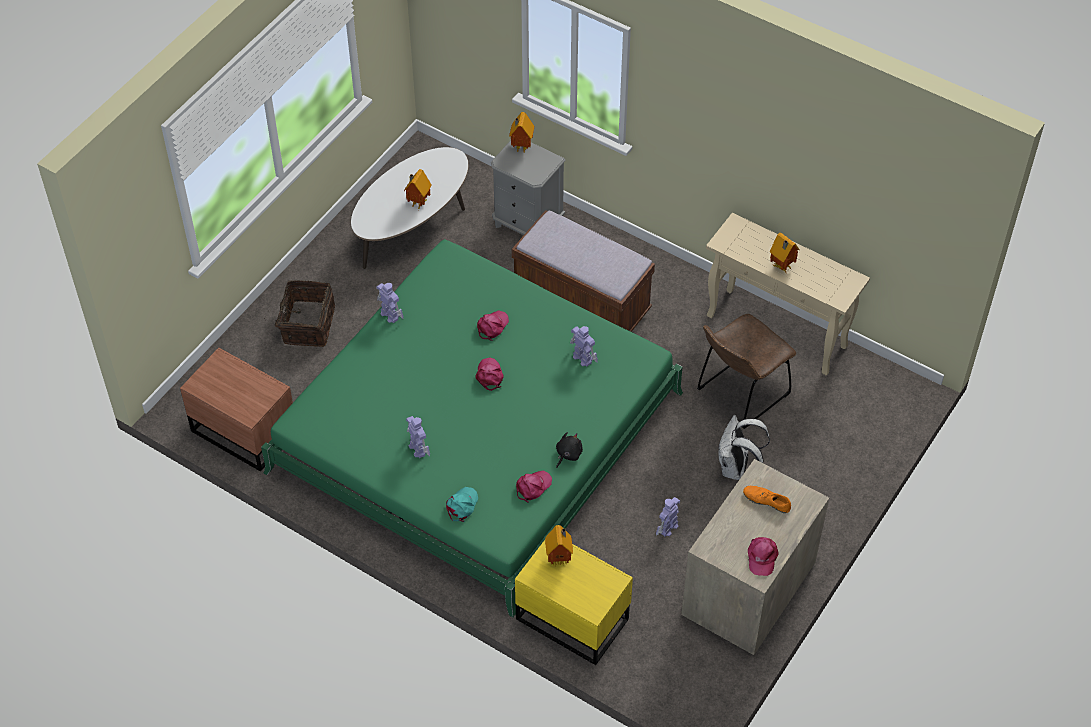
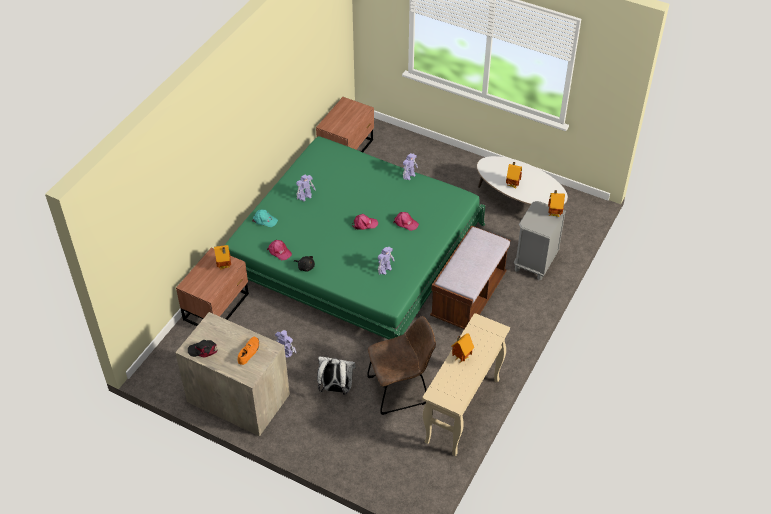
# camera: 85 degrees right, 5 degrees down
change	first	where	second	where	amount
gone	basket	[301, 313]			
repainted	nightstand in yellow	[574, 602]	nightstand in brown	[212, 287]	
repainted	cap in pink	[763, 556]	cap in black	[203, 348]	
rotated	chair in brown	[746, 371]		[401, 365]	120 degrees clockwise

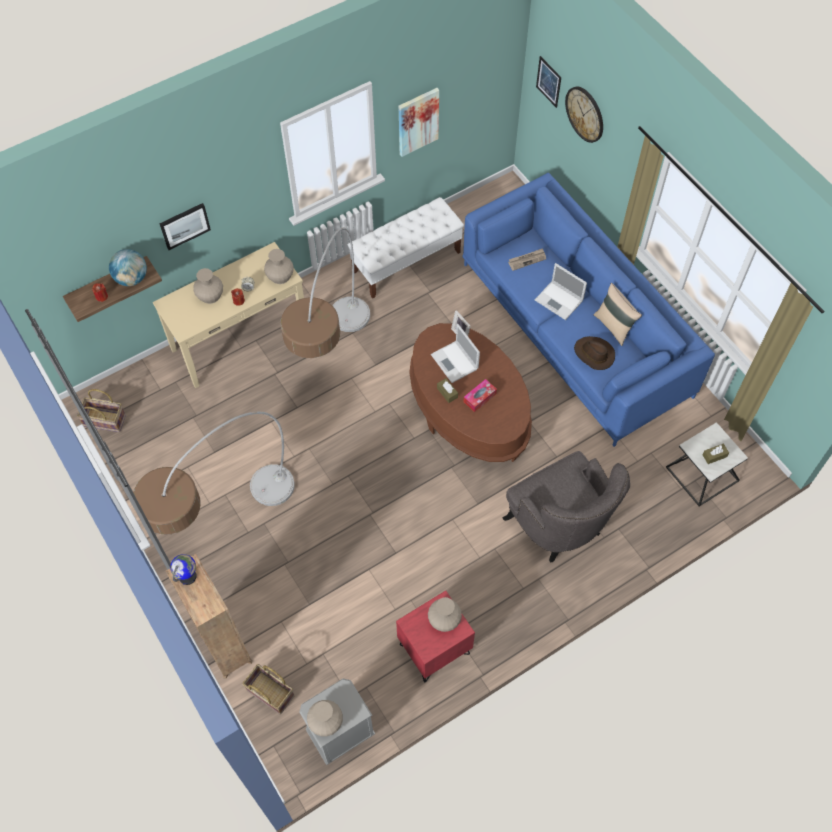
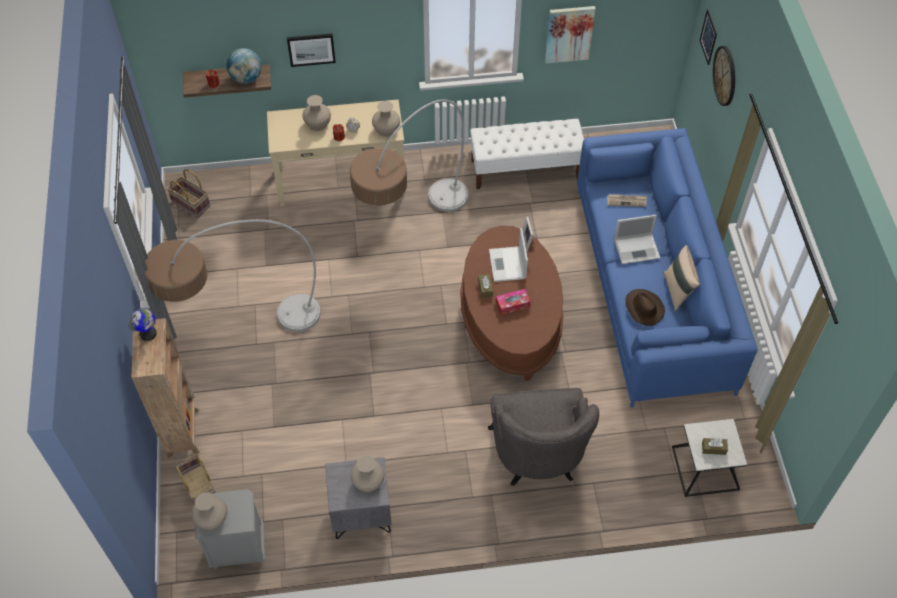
# camera: 25 degrees right, 5 degrees down
change	first	where	second	where	amount
repainted	nightstand in red	[435, 636]	nightstand in grey	[358, 498]	
rotated	laptop	[561, 291]		[637, 239]	75 degrees counterclockwise

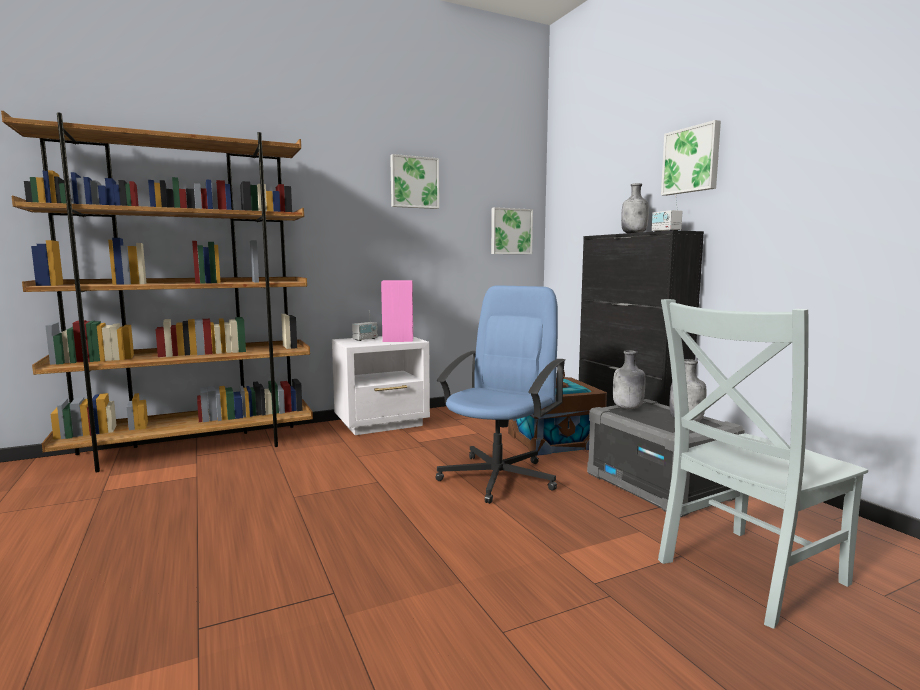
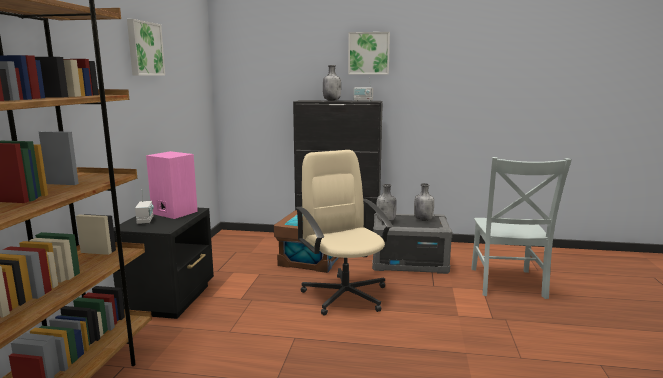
# camera: 55 degrees left, 5 degrees up
change	first	where	second	where	amount
gone	picture	[512, 230]			
repainted	nightstand in white	[381, 385]	nightstand in black	[163, 263]	
repainted	office chair in blue	[500, 394]	office chair in beige	[344, 233]	

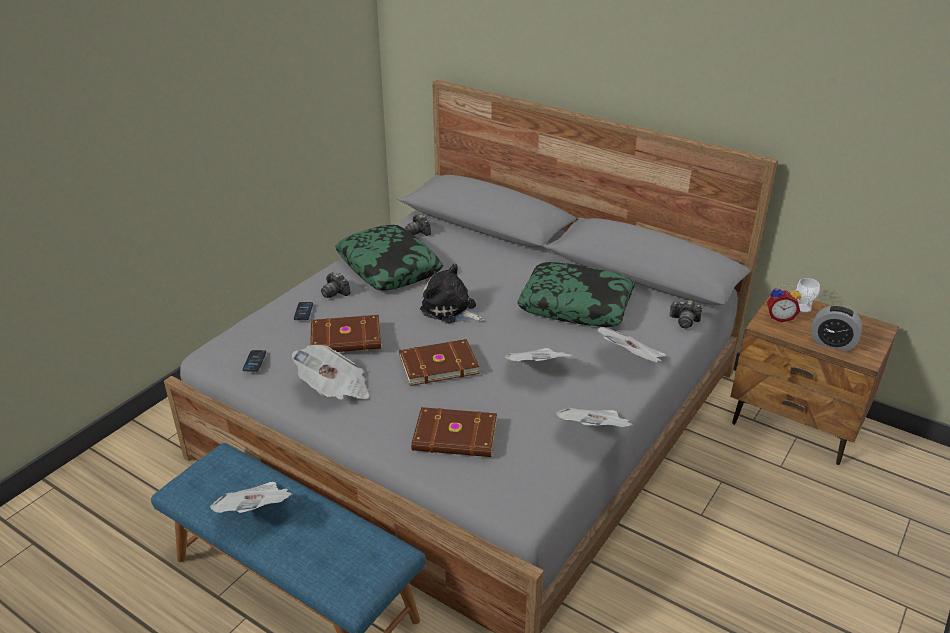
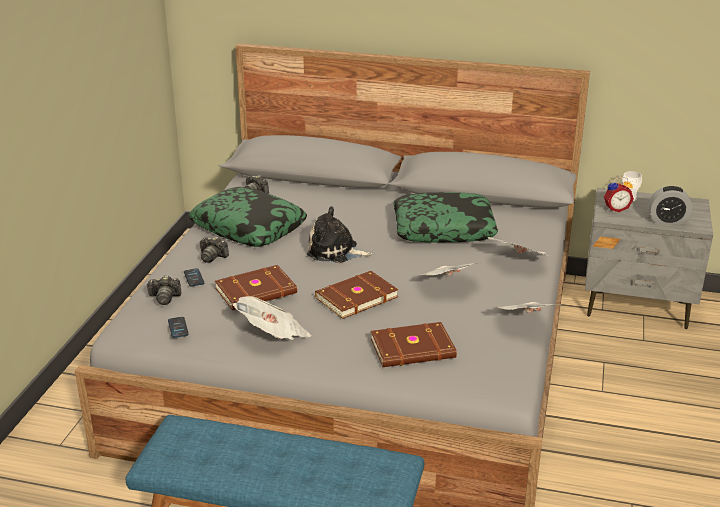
# camera: 20 degrees left, 5 degrees down
change	first	where	second	where	amount
gone	newspaper	[251, 497]			
shifted	photo camera	[686, 314]		[163, 290]	
repainted	nightstand in brown	[814, 376]	nightstand in grey	[649, 258]	

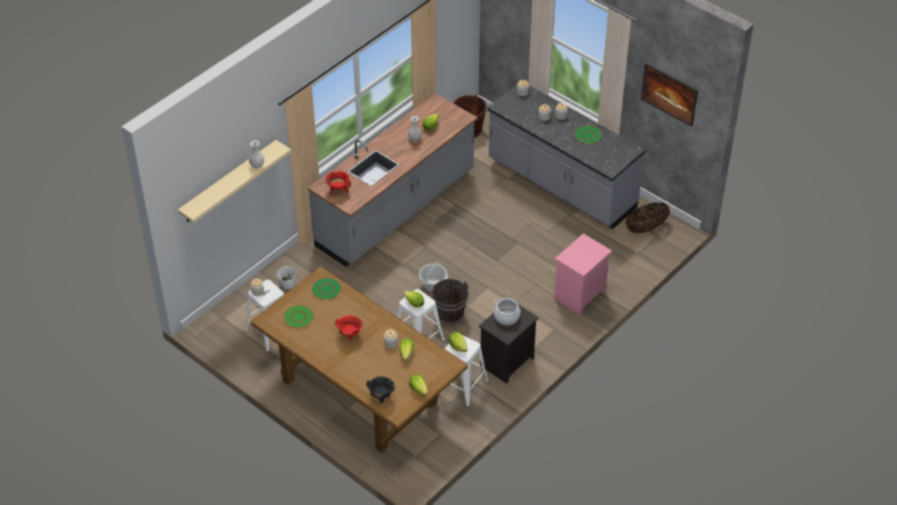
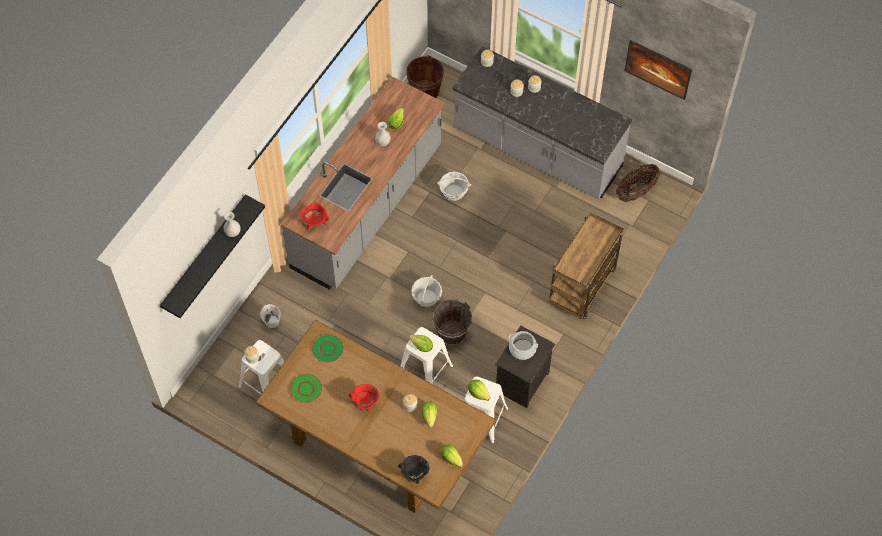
# camera: 10 degrees left, 15 degrees up
change	first	where	second	where	amount
gone	plate in green	[588, 134]			
new			basket	[454, 186]	
swapped	nightstand in pink	[583, 274]	cart in brown	[586, 265]	
repainted	shelf in beige	[234, 181]	shelf in black	[212, 256]	

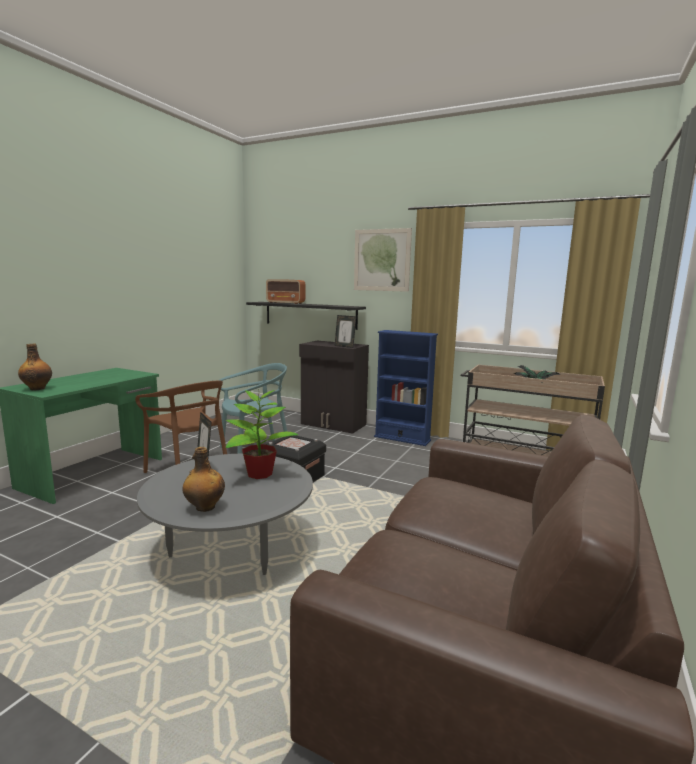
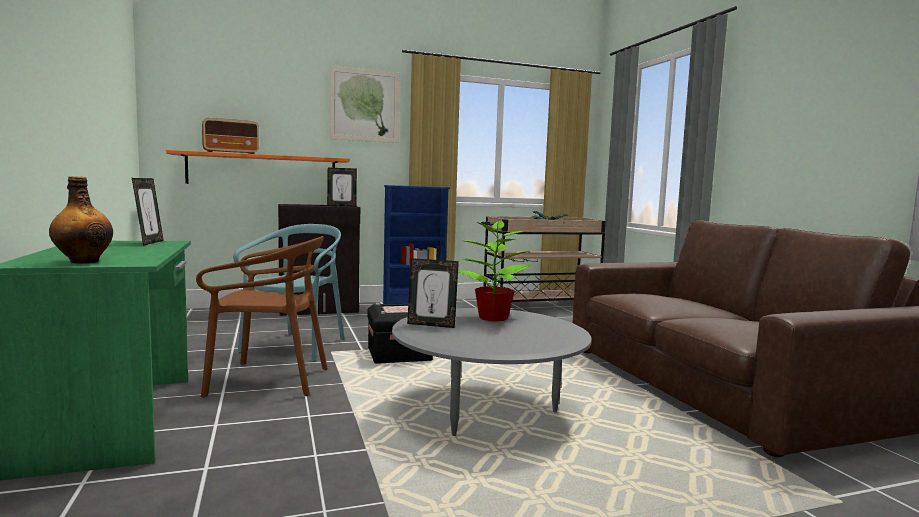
# camera: 45 degrees left, 5 degrees down
change	first	where	second	where	amount
gone	bottle	[203, 479]			
new			picture frame	[148, 212]	
repainted	shelf in black	[306, 316]	shelf in orange	[258, 167]	

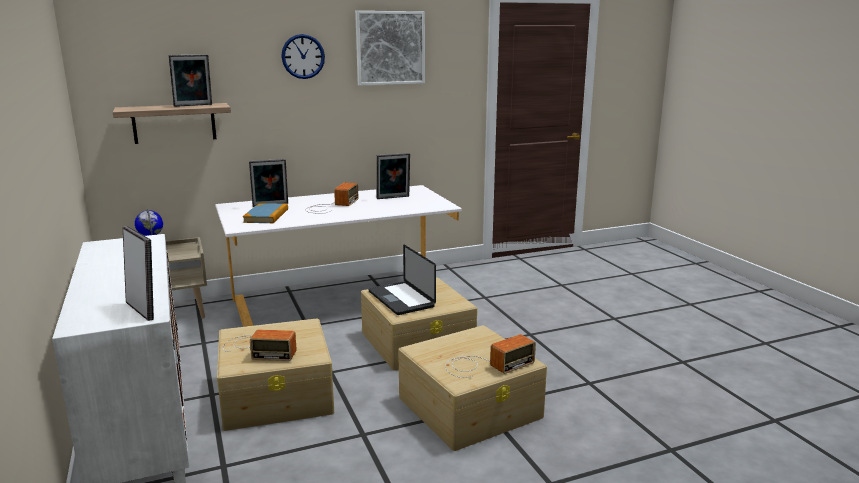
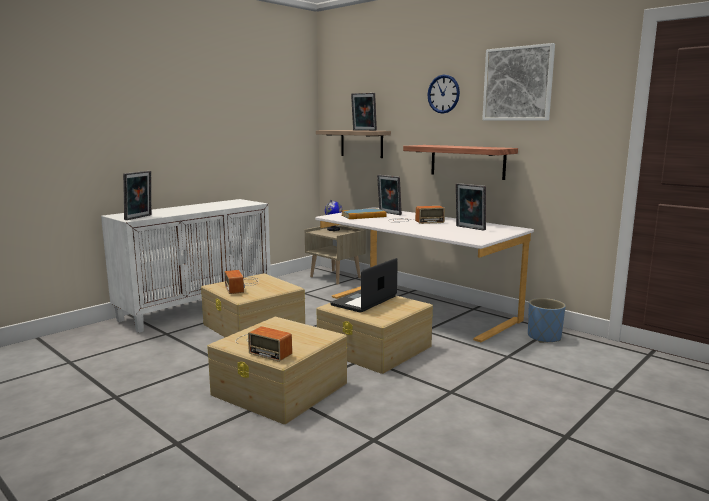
# camera: 65 degrees right, 5 degrees down
change	first	where	second	where	amount
new			shelf	[460, 162]	
new			planter in blue	[547, 320]	

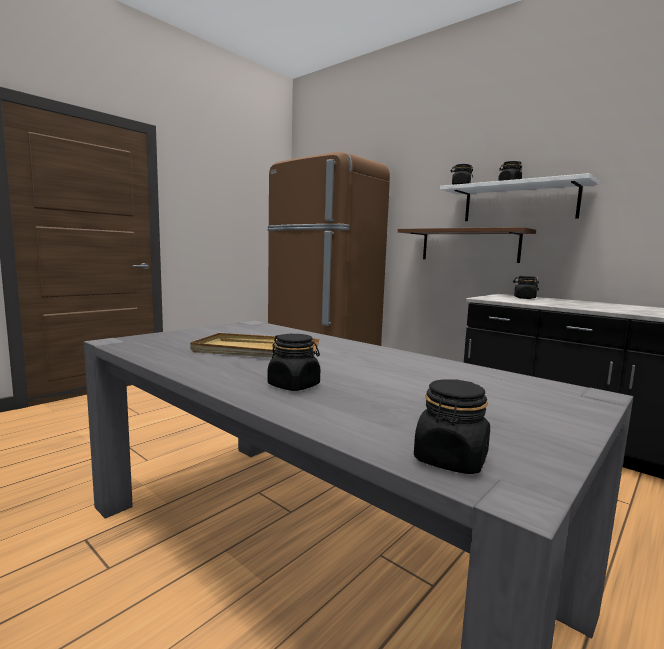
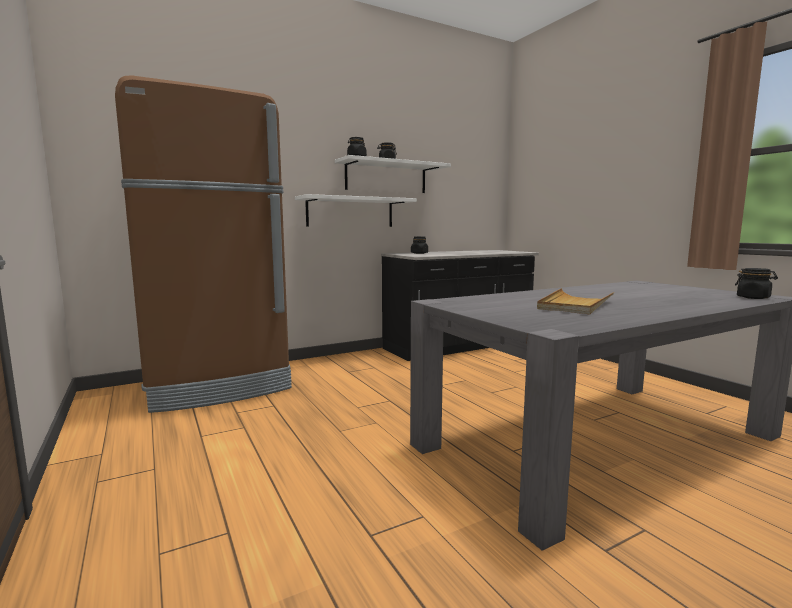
# camera: 70 degrees left, 0 degrees up
change	first	where	second	where	amount
gone	jar in black	[294, 362]			
repainted	shelf in brown	[467, 245]	shelf in white	[356, 210]	

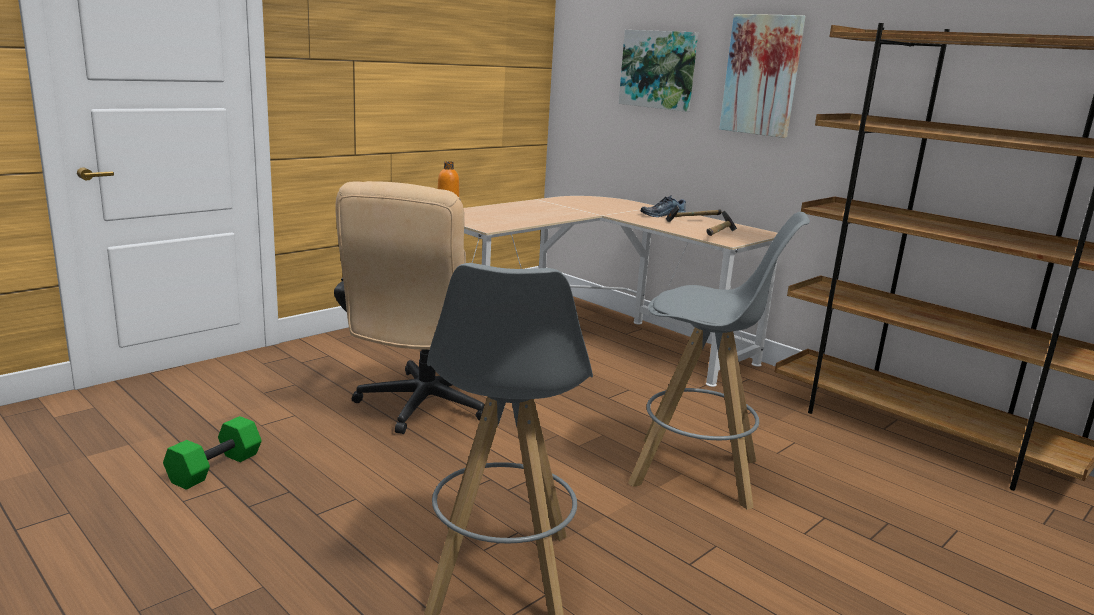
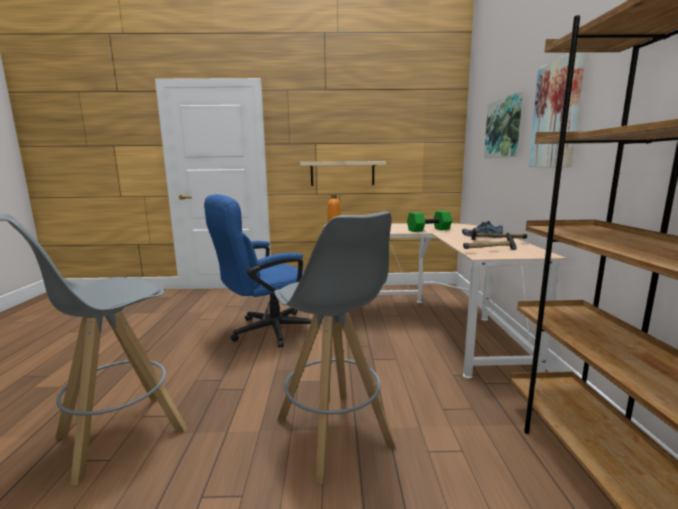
# camera: 45 degrees right, 5 degrees down
change	first	where	second	where	amount
new			shelf in beige	[343, 173]	
shifted	dumbbell in green	[212, 453]		[429, 221]	
repainted	office chair in beige	[409, 307]	office chair in blue	[258, 271]	

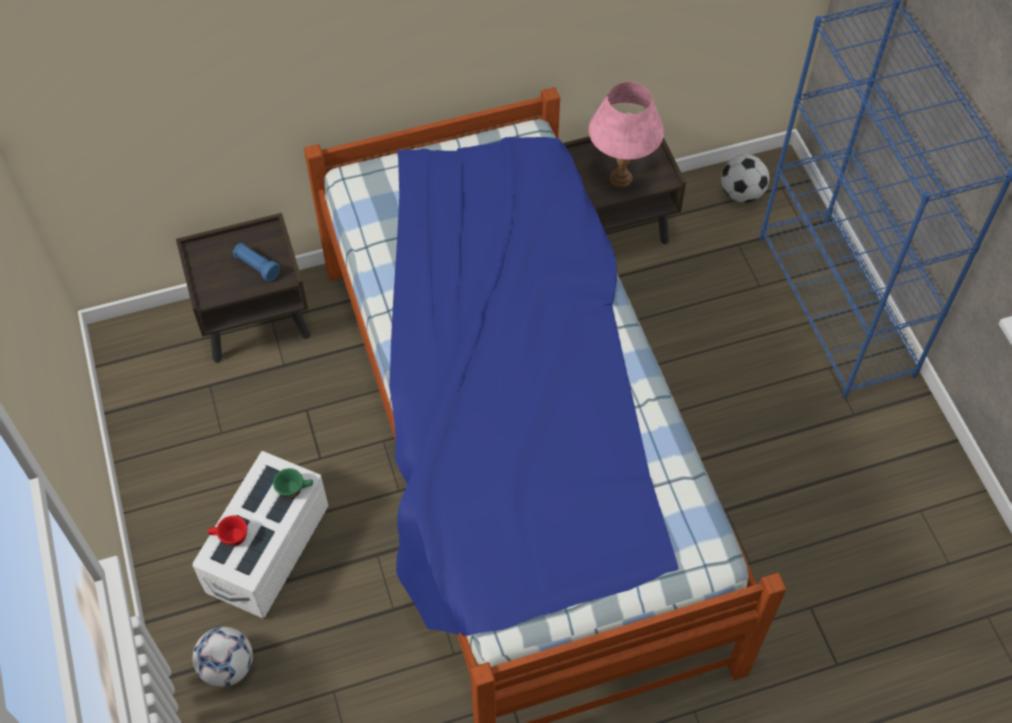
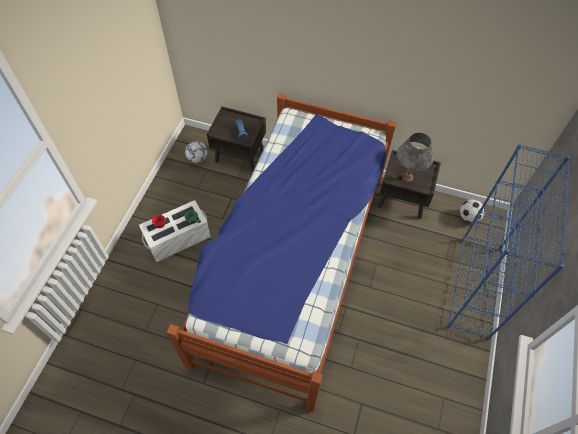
# camera: 35 degrees right, 0 degrees up
change	first	where	second	where	amount
shifted	football	[223, 657]		[196, 152]	
repainted	table lamp in pink	[626, 135]	table lamp in grey	[415, 157]	

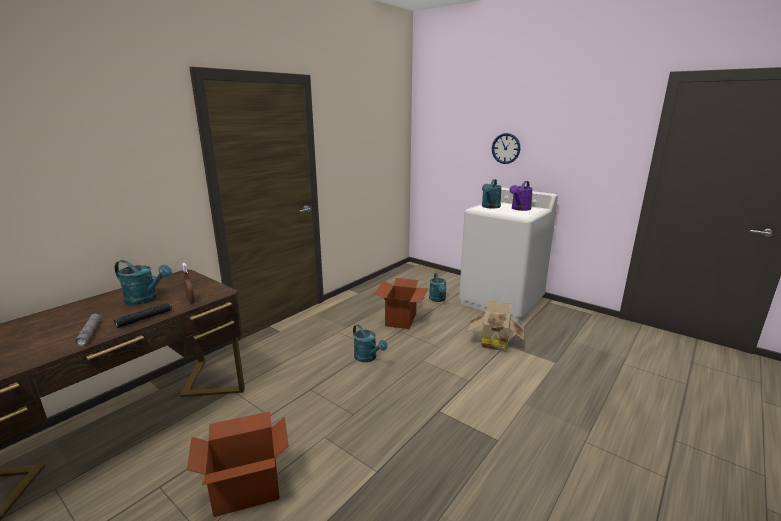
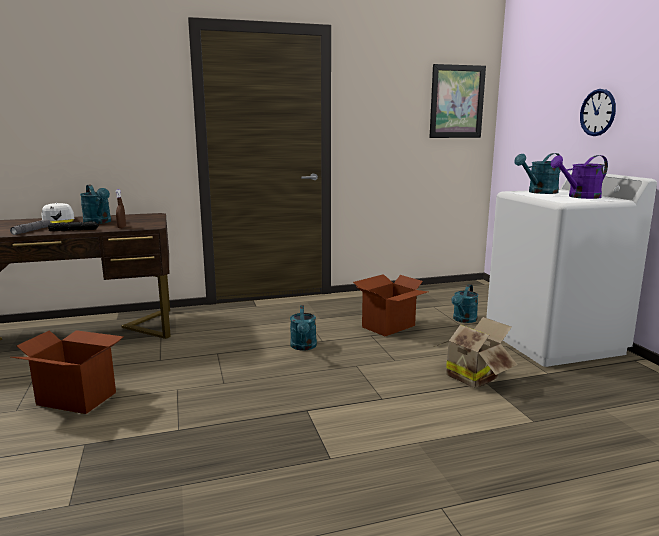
# camera: 35 degrees right, 5 degrees down
change	first	where	second	where	amount
new			cap in white	[57, 213]	
new			picture	[457, 101]	

